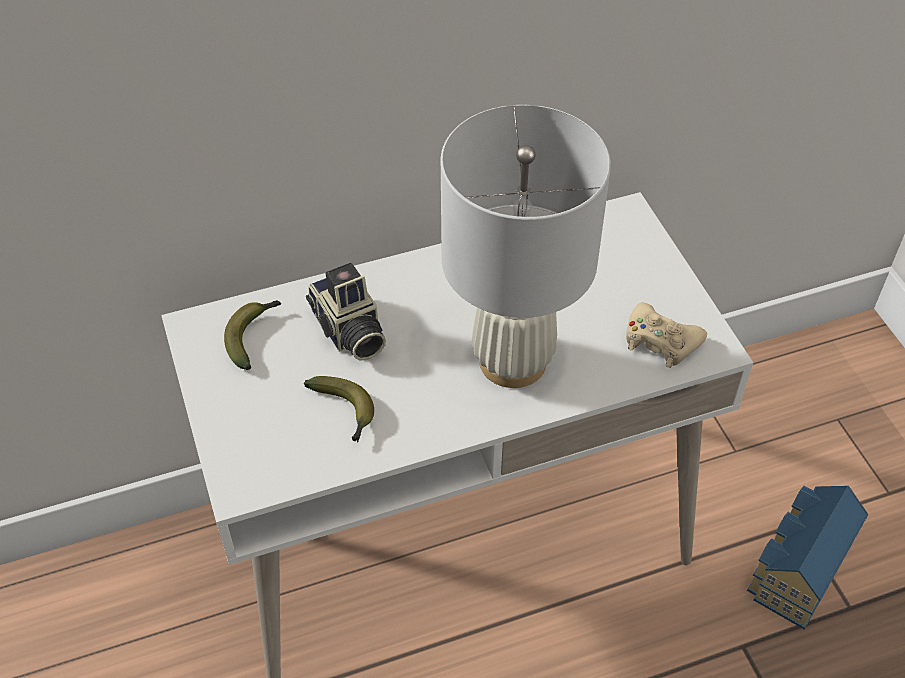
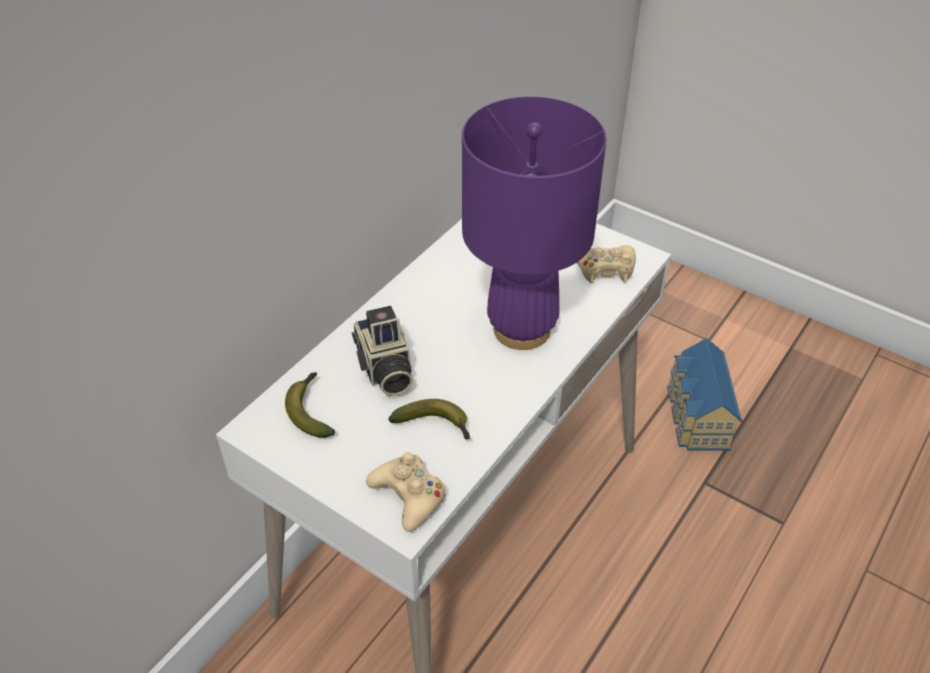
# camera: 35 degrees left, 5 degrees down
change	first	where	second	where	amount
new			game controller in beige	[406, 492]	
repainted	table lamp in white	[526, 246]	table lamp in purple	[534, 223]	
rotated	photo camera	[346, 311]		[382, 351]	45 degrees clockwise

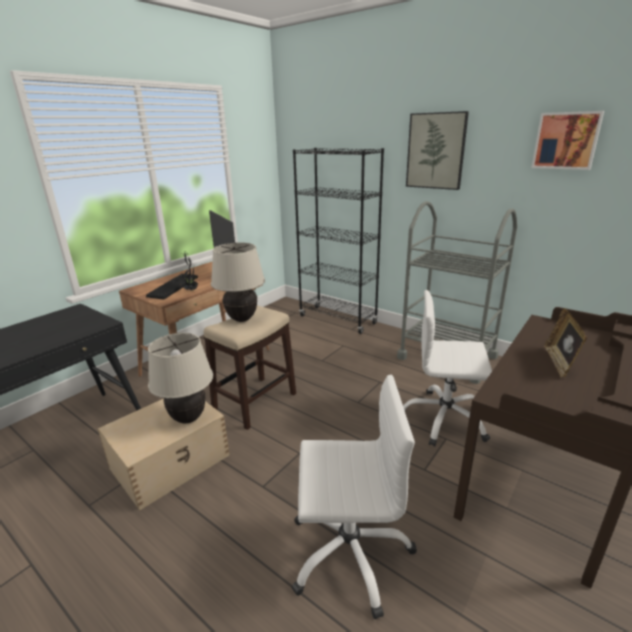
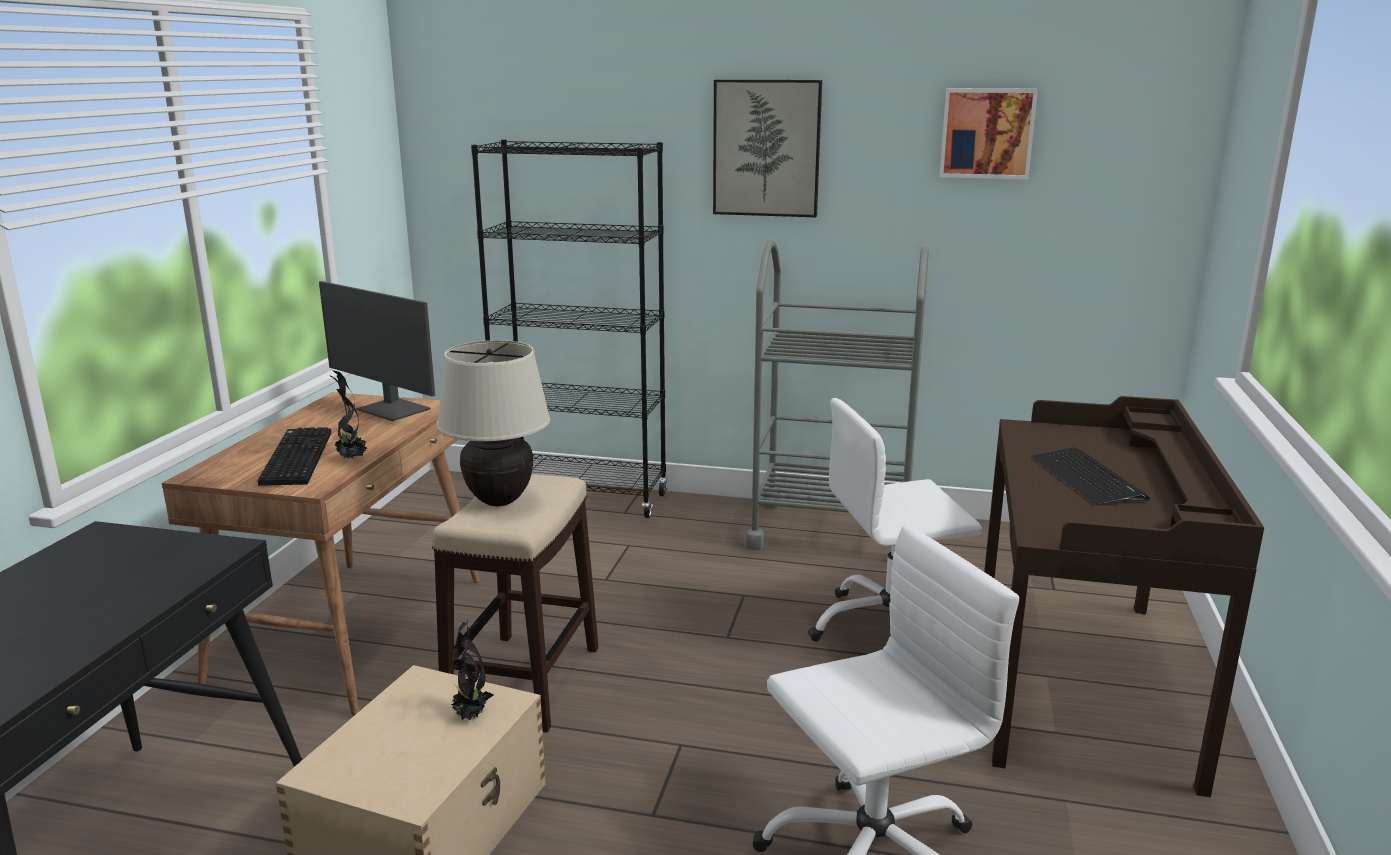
# camera: 25 degrees left, 5 degrees down
change	first	where	second	where	amount
swapped	table lamp in beige	[180, 378]	potted plant	[472, 670]	
swapped	picture frame	[565, 343]	keyboard	[1091, 476]	

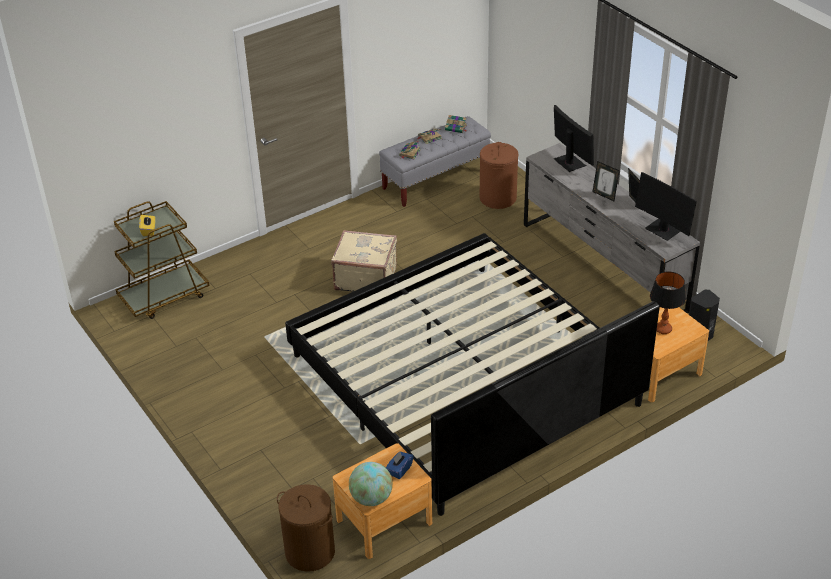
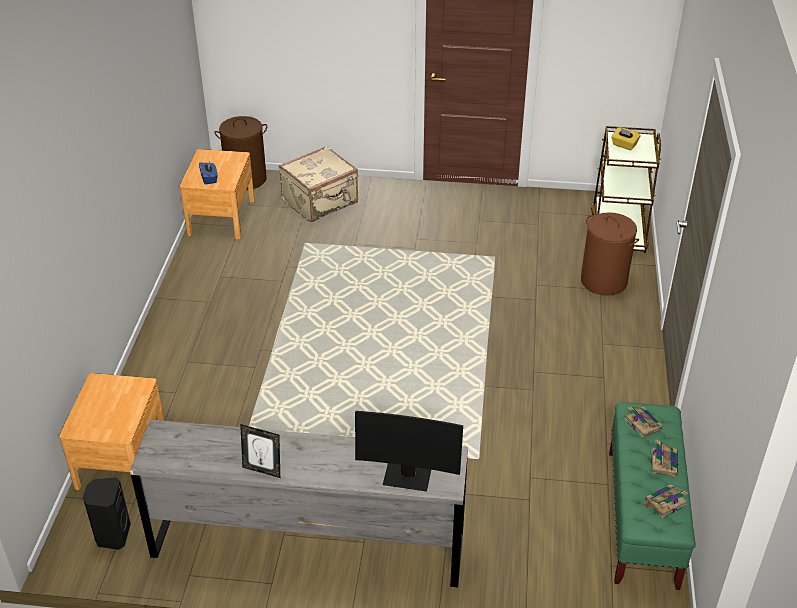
# camera: 130 degrees right, 0 degrees up
change	first	where	second	where	amount
gone	bed	[472, 374]			
gone	globe	[371, 484]			
gone	picture frame	[606, 181]			
gone	monitor	[666, 206]			
gone	table lamp	[668, 303]			
shifted	suitcase in beige	[364, 261]		[318, 184]	
shifted	laundry basket in brown	[499, 175]		[610, 254]	
repainted	bench in grey	[435, 161]	bench in green	[652, 496]	

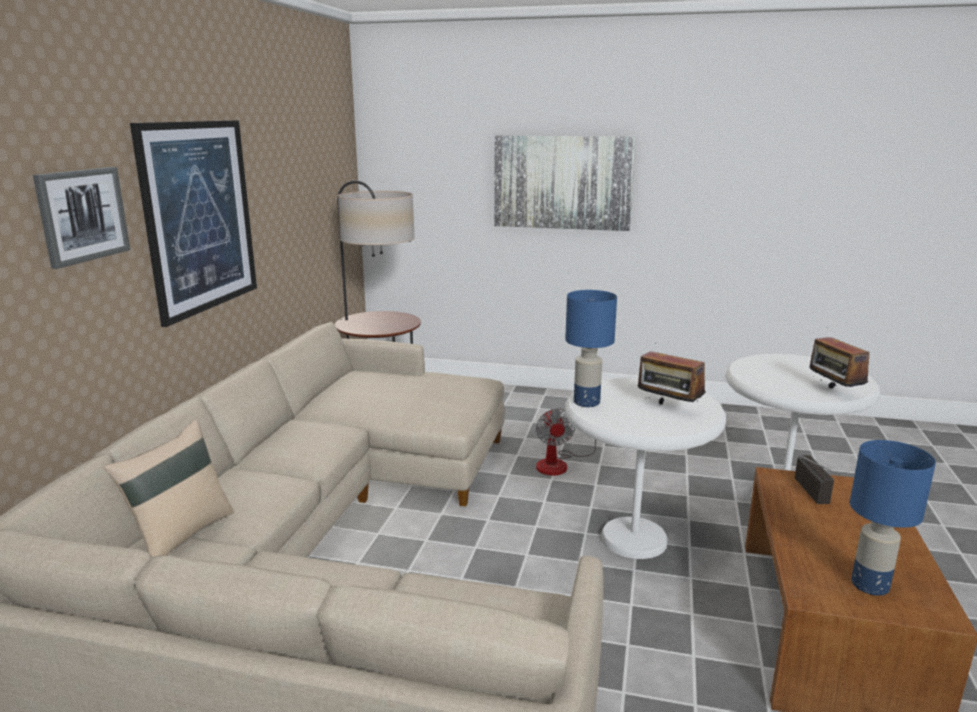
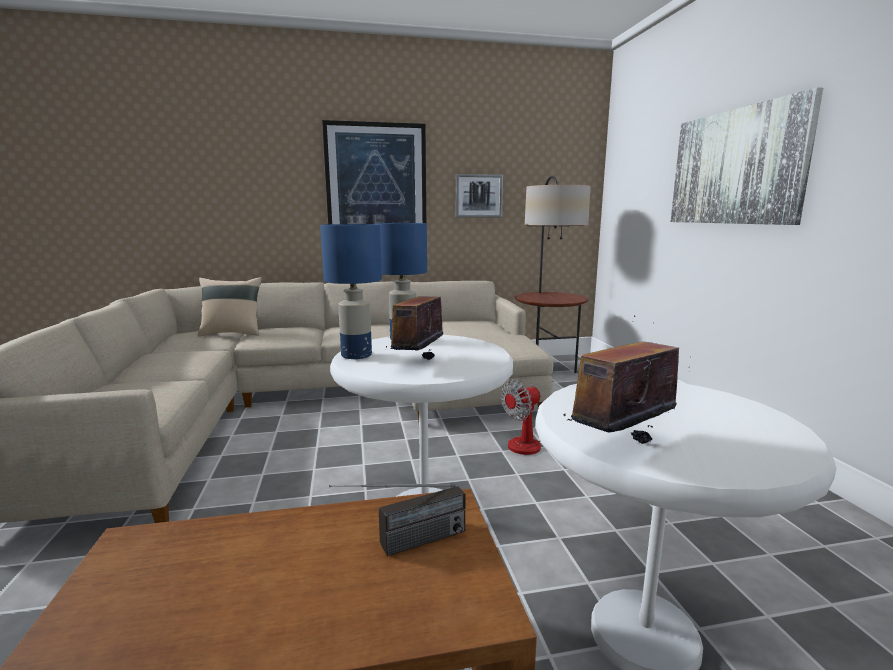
# camera: 65 degrees right, 5 degrees down
change	first	where	second	where	amount
shifted	picture	[81, 218]		[479, 195]	
shifted	table lamp in blue	[893, 518]		[351, 291]	

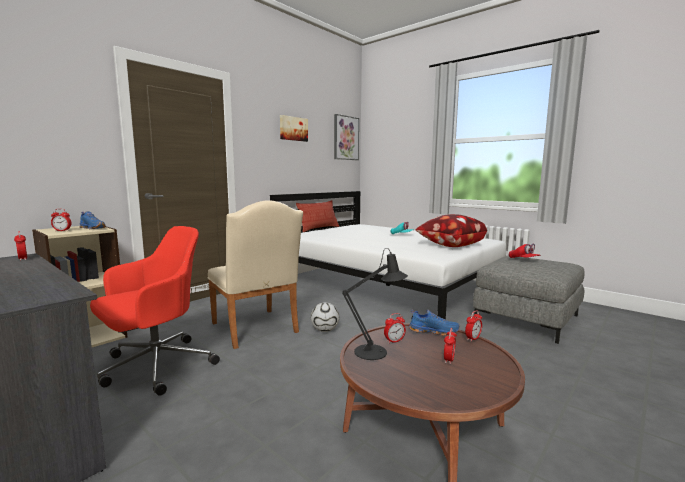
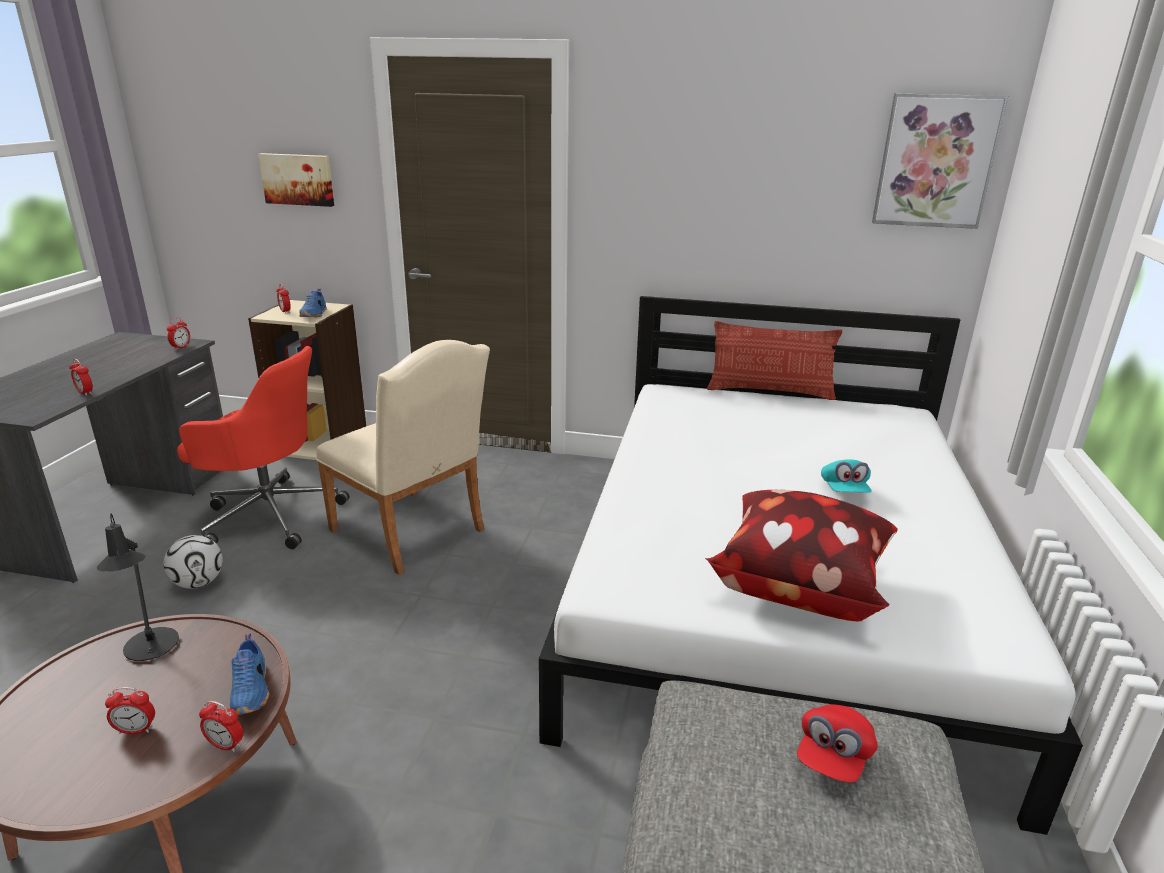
# camera: 60 degrees right, 15 degrees up
change	first	where	second	where	amount
shifted	picture	[294, 128]		[296, 180]	
shifted	football	[325, 317]		[193, 562]	
shifted	alarm clock	[395, 328]		[81, 377]	
rotated	chair in beige	[255, 274]		[403, 457]	75 degrees counterclockwise

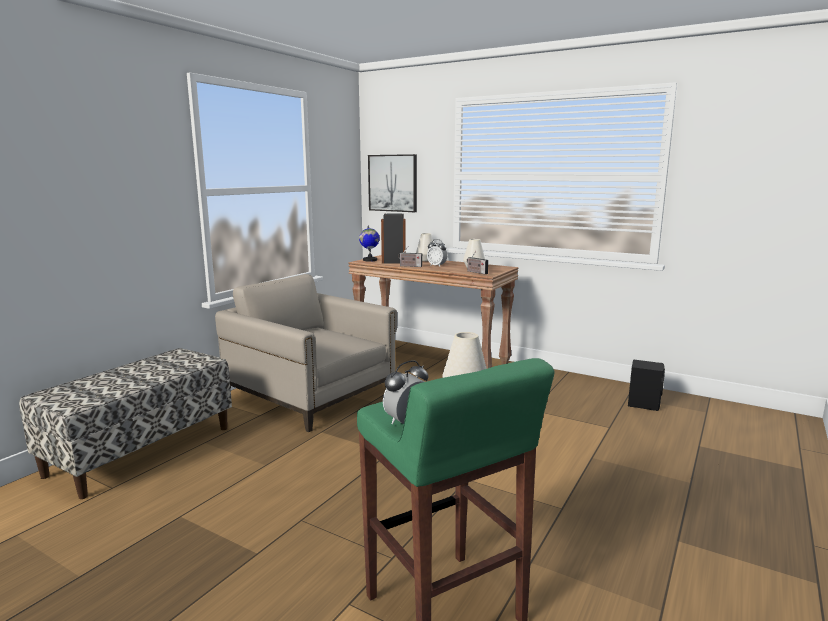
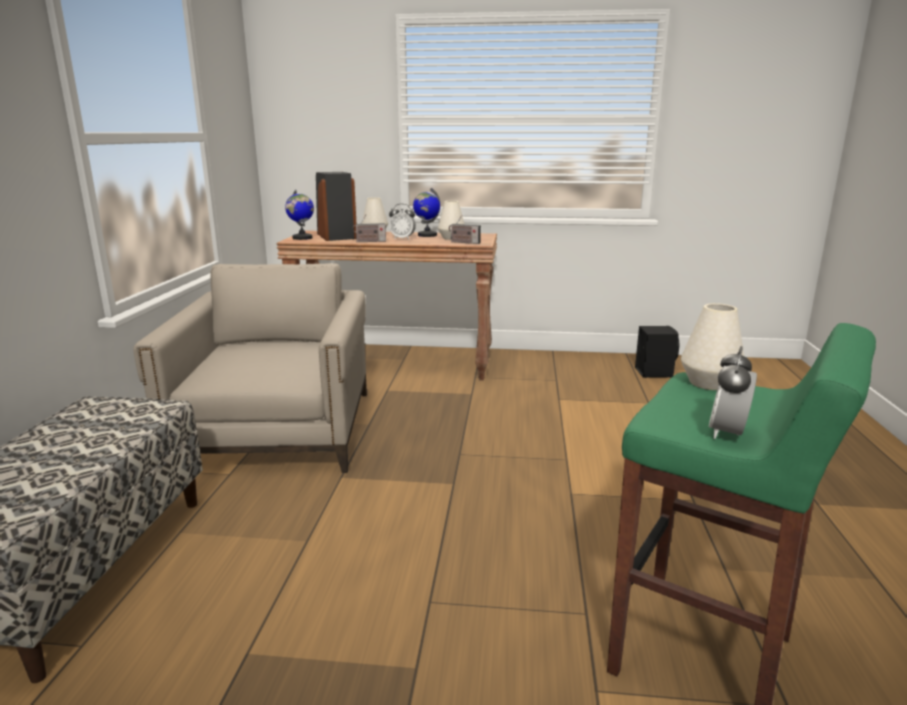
# camera: 25 degrees left, 5 degrees up
change	first	where	second	where	amount
gone	picture	[392, 183]			
new			globe	[426, 212]	
rotated	armchair in beige	[306, 353]		[250, 368]	75 degrees clockwise

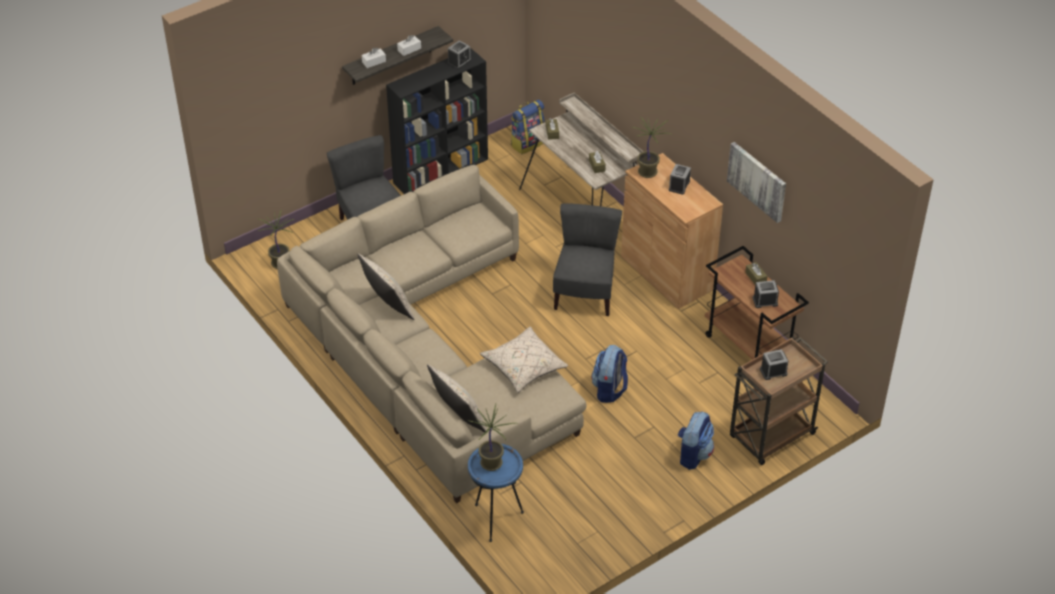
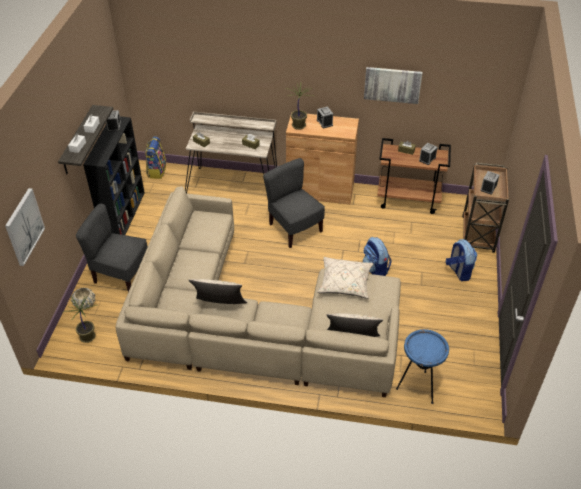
# camera: 45 degrees left, 0 degrees up
change	first	where	second	where	amount
gone	potted plant	[493, 437]			
new			picture	[25, 227]	
new			planter in beige	[83, 298]	

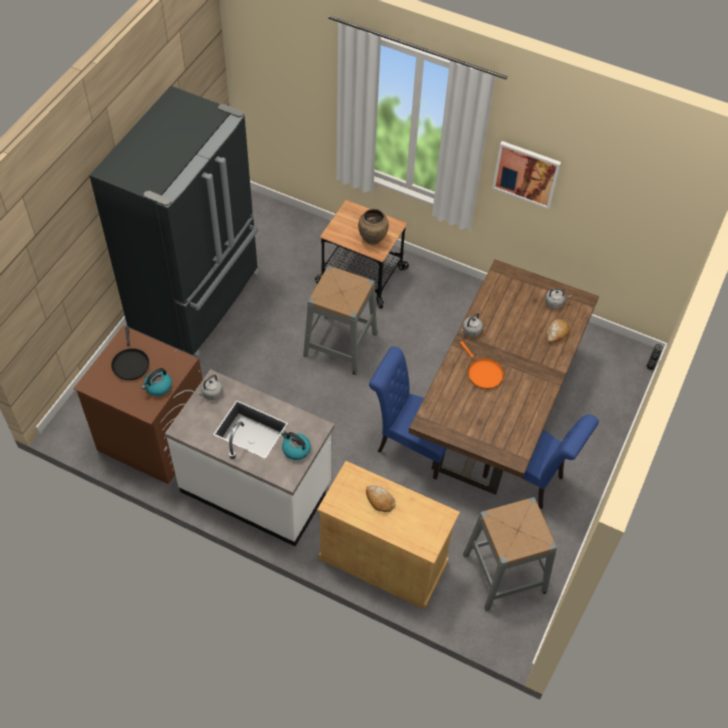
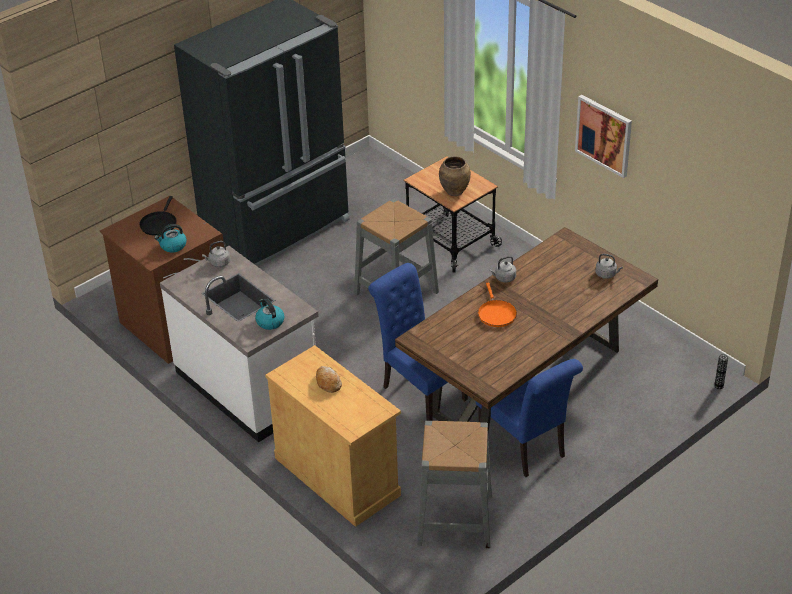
# camera: 25 degrees right, 15 degrees down
change	first	where	second	where	amount
gone	bread	[558, 331]			

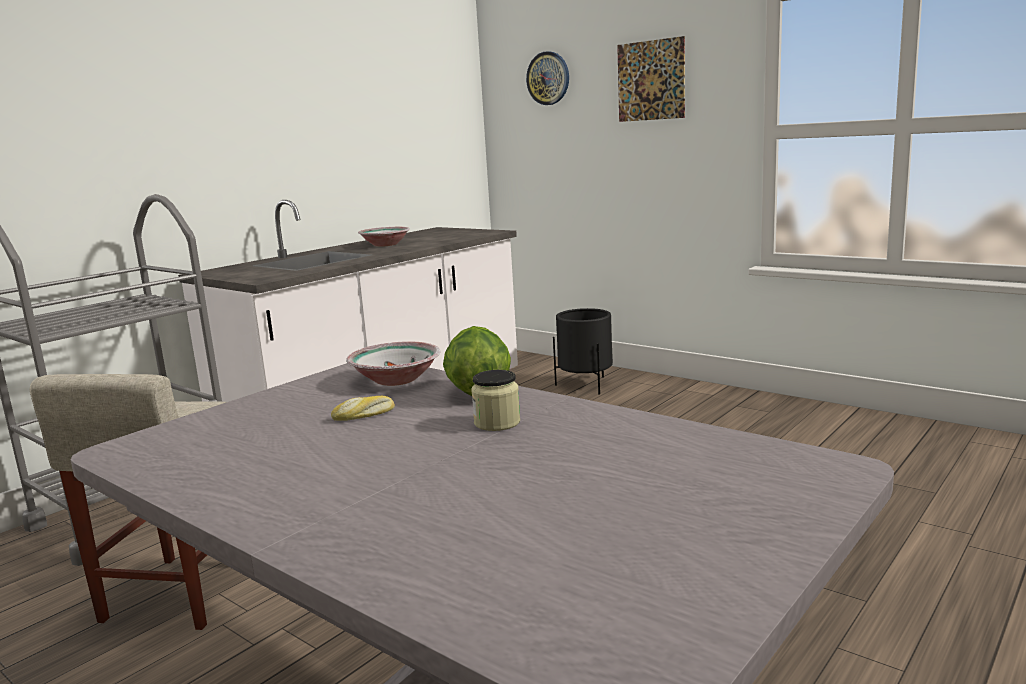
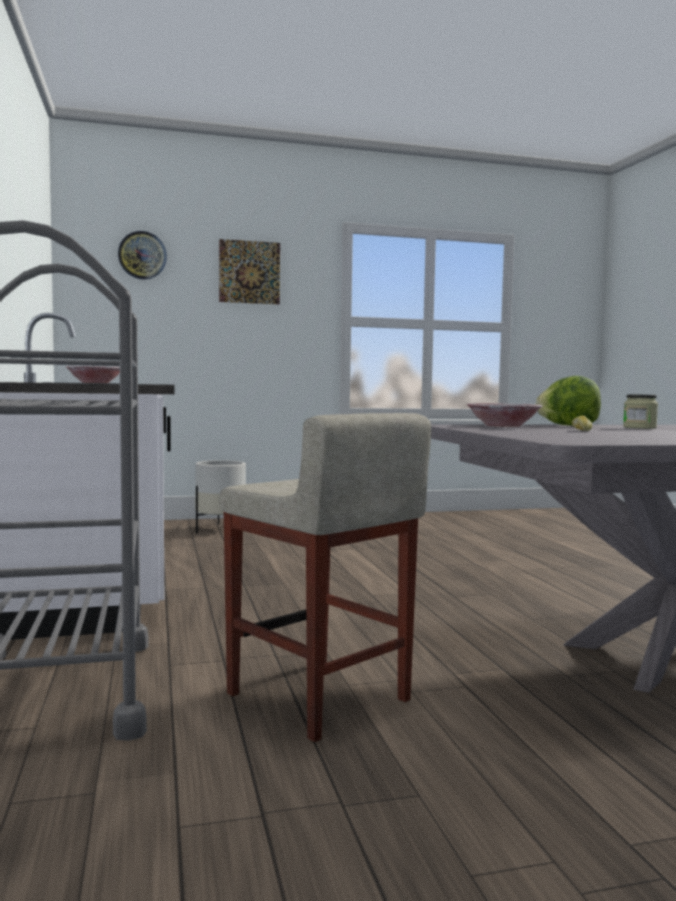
# camera: 55 degrees left, 10 degrees down
change	first	where	second	where	amount
repainted	planter in black	[583, 351]	planter in white	[220, 496]	

